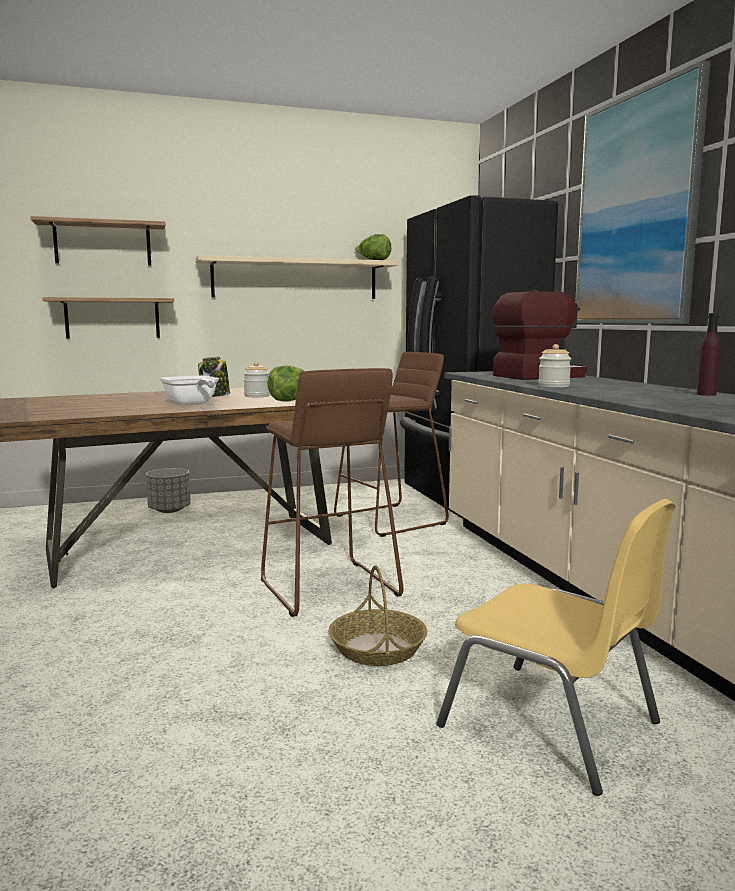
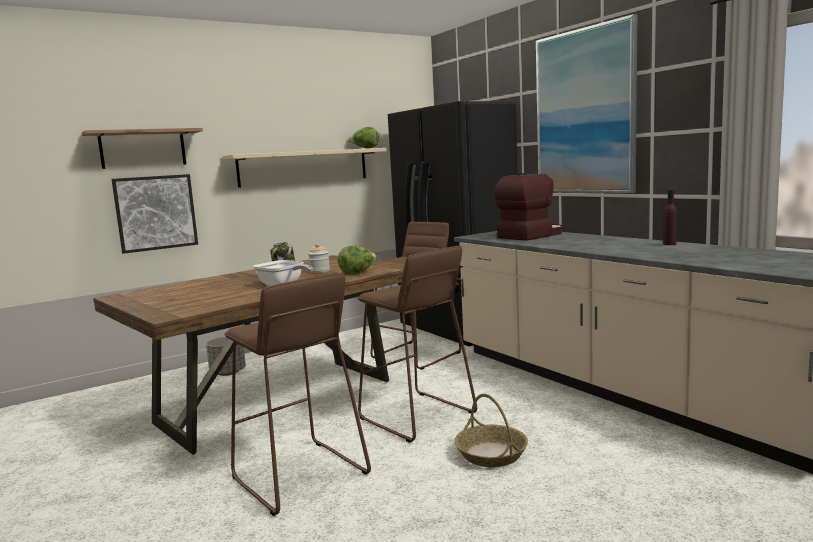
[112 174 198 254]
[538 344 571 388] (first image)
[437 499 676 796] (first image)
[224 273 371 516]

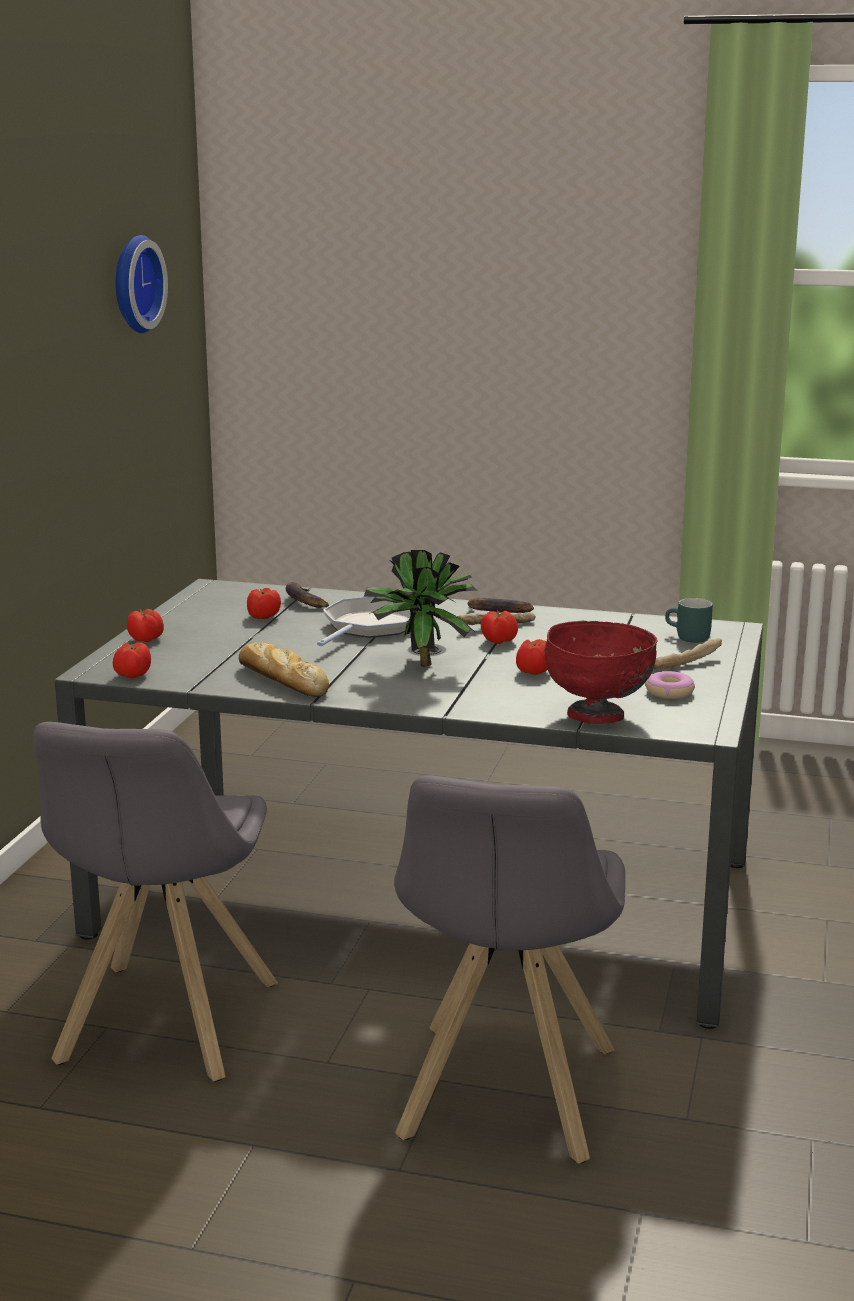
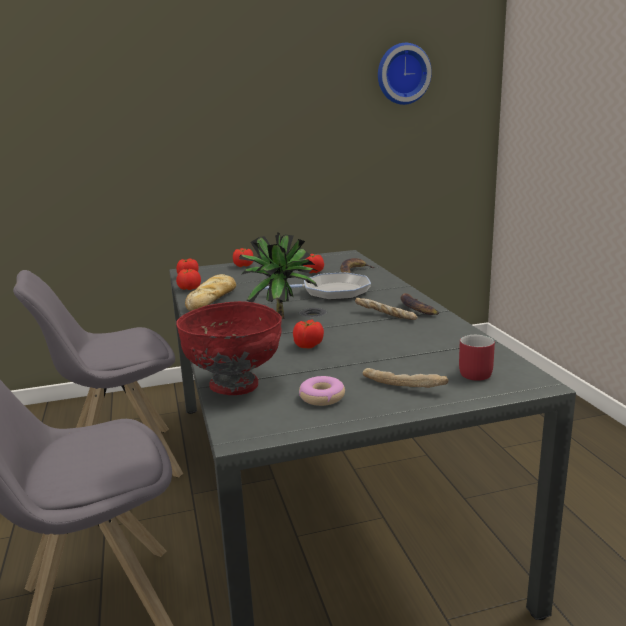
[459 335 495 381]
[176 269 201 290]

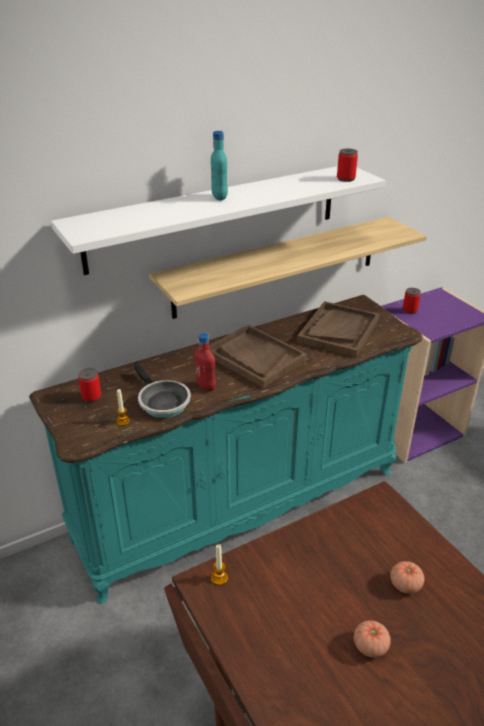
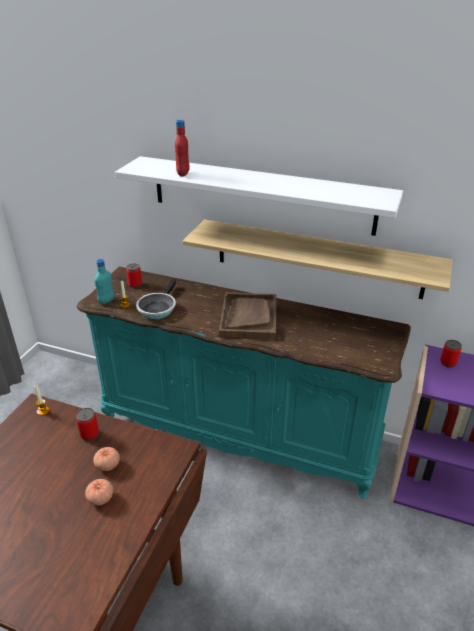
[94 259 114 304]
[76 408 99 441]
[297 301 380 357] (first image)
[175 120 189 177]
[93 447 120 471]

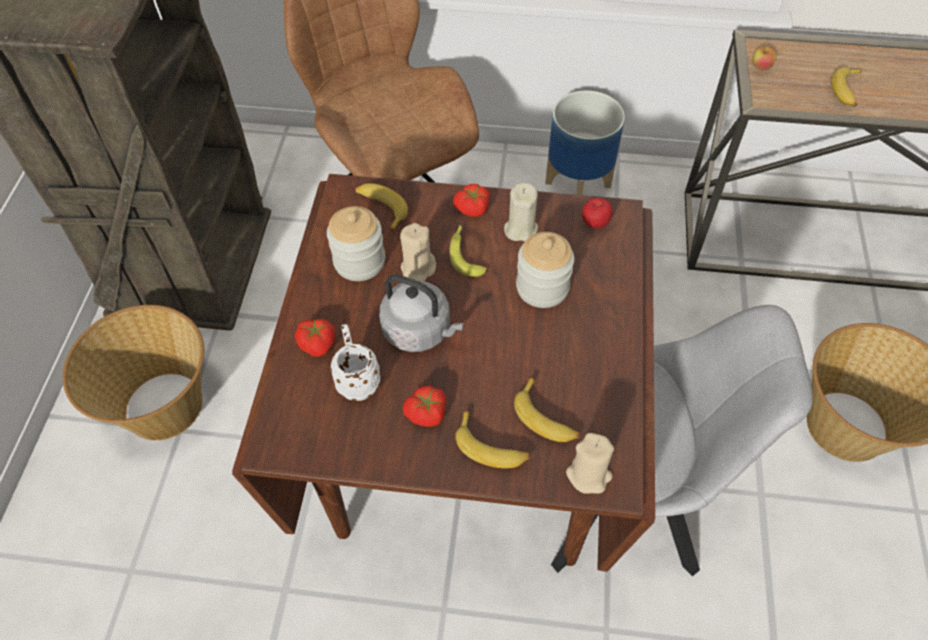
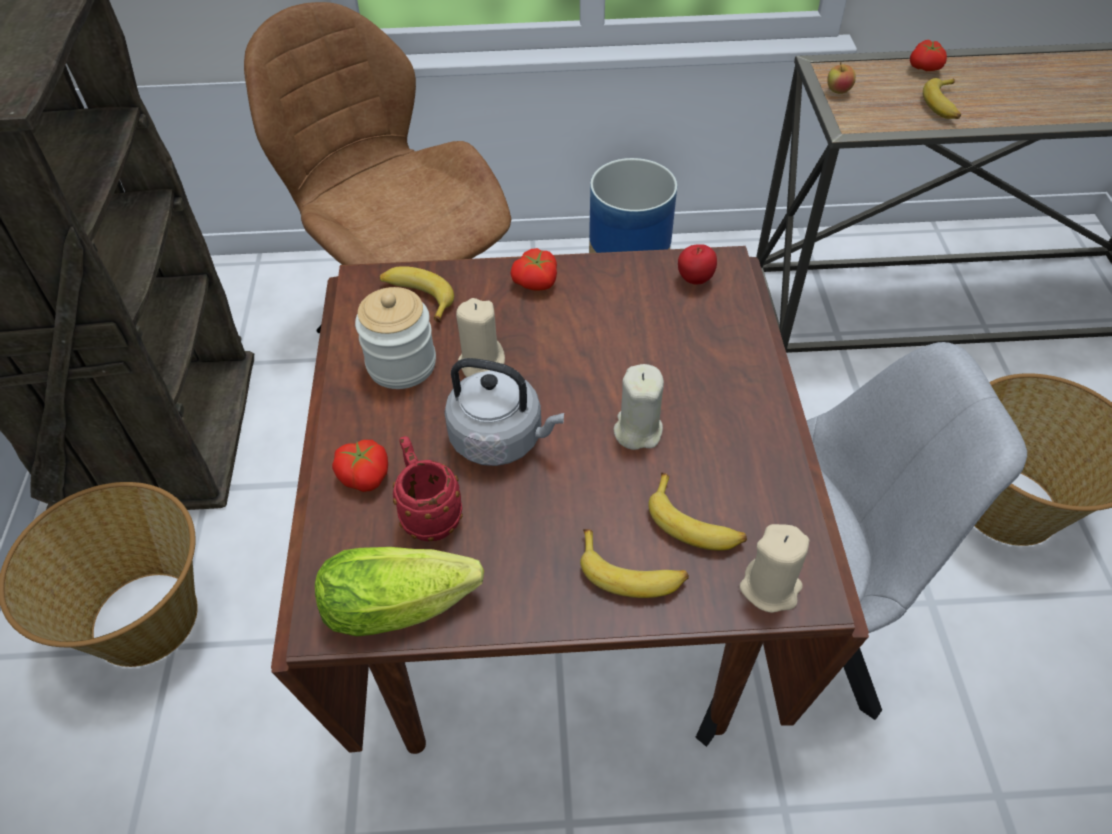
[614 364 664 450]
[450 225 487 277] (first image)
[516 232 574 308] (first image)
[393 436 463 541]
[910 40 947 71]
[315 547 484 636]

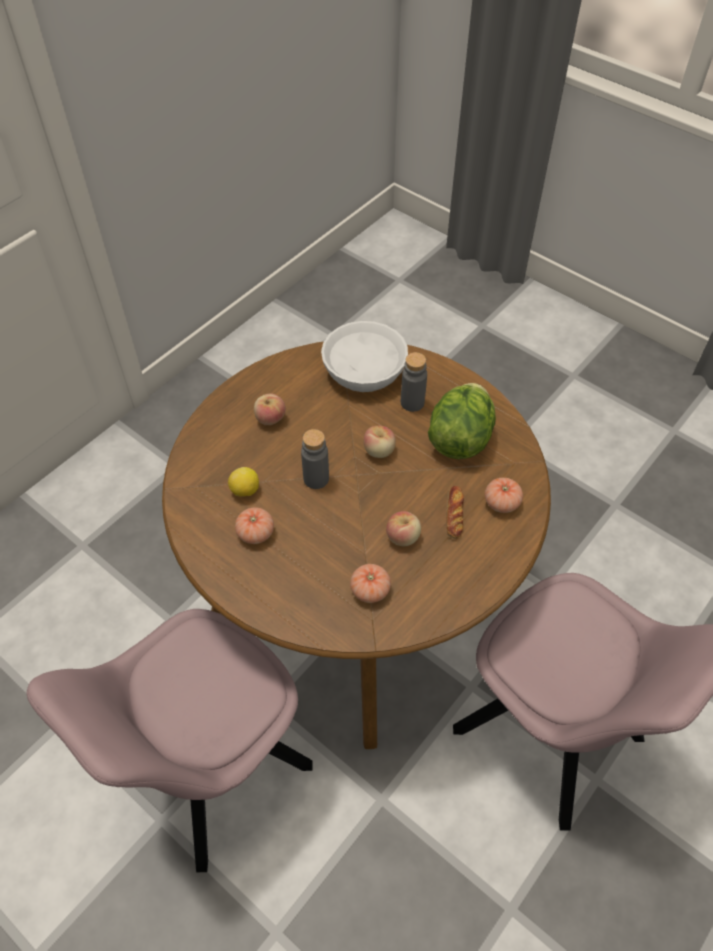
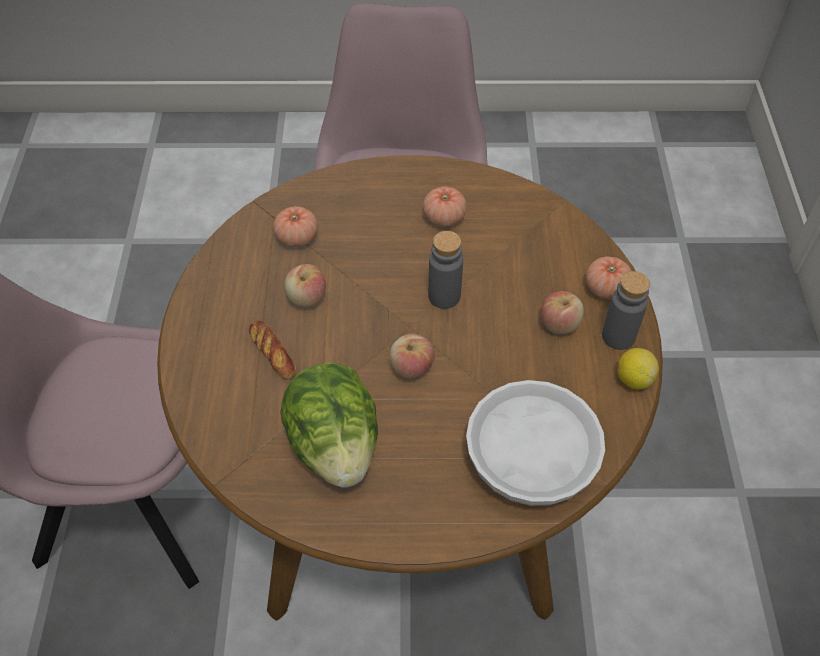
[602 271 650 350]
[618 348 659 390]
[586 257 631 299]

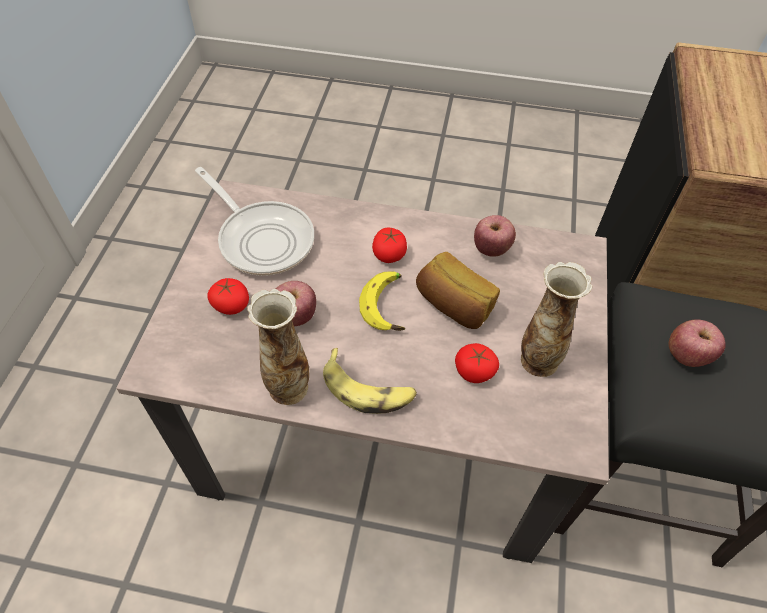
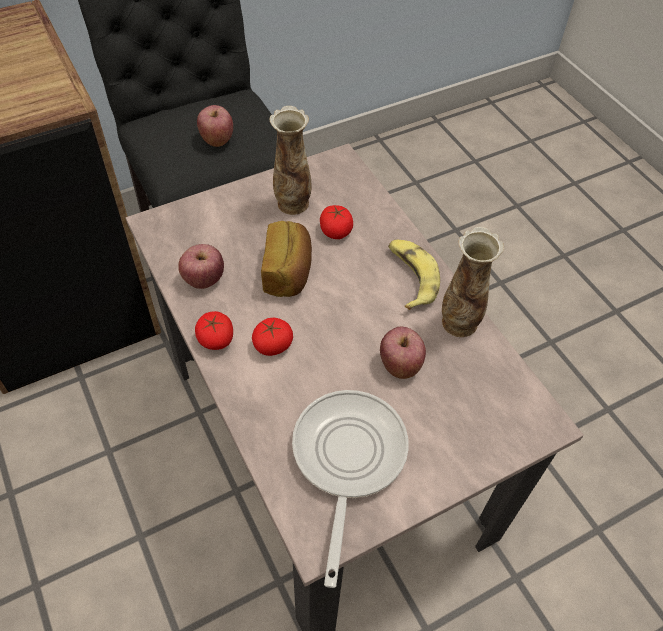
[359 271 405 331] (first image)
[195 311 233 350]

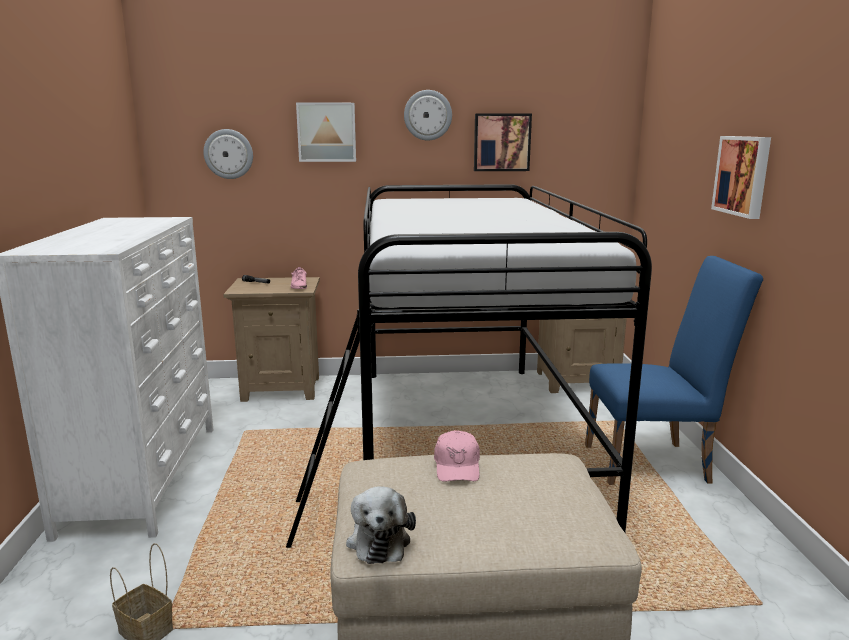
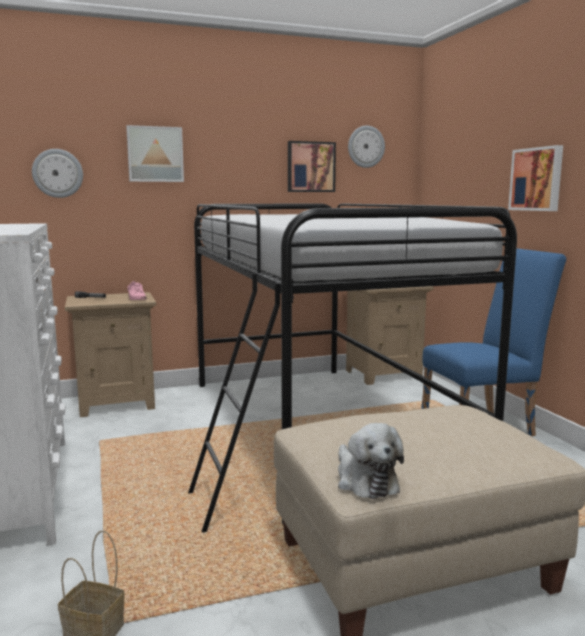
[348 125 385 168]
[434 430 480 482] (first image)

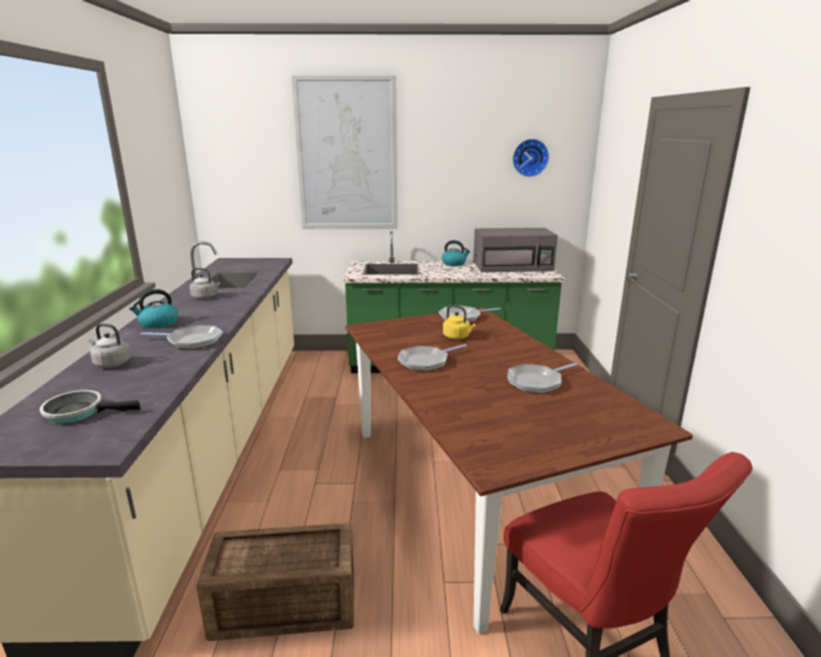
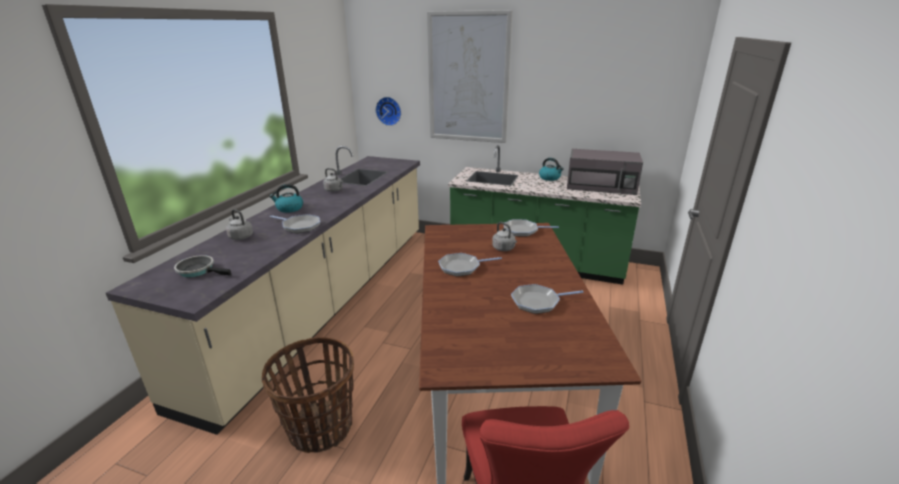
[376 97 401 126]
[492 222 517 251]
[262 337 354 453]

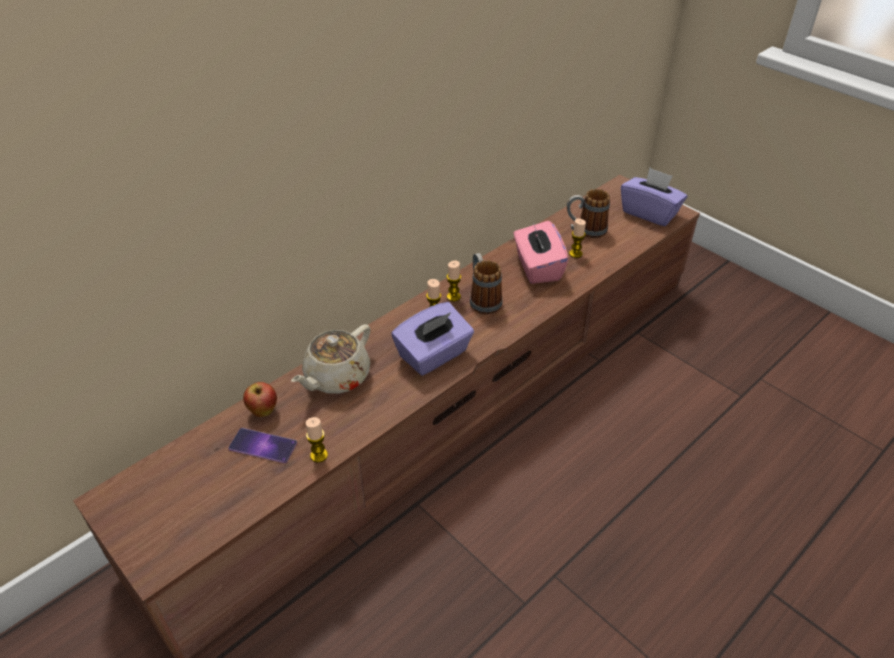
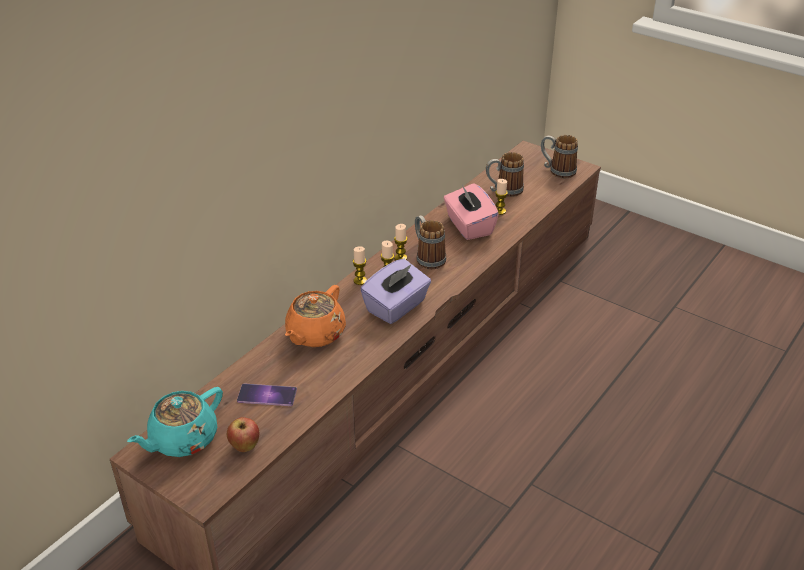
[541 135 578 178]
[285 285 346 347]
[227 417 259 452]
[353 246 367 285]
[127 387 223 457]

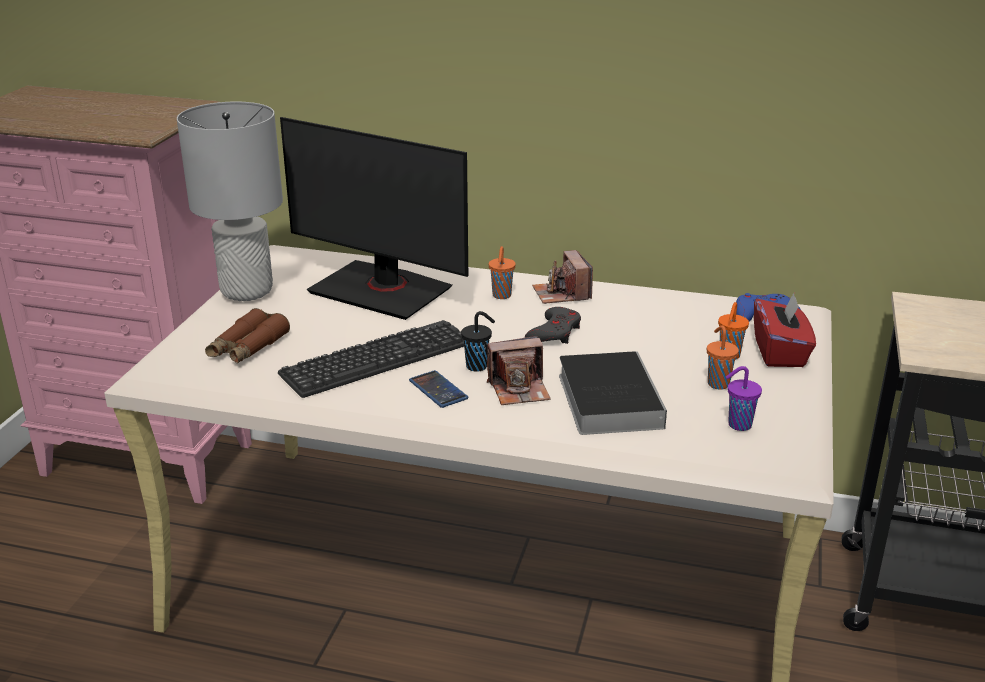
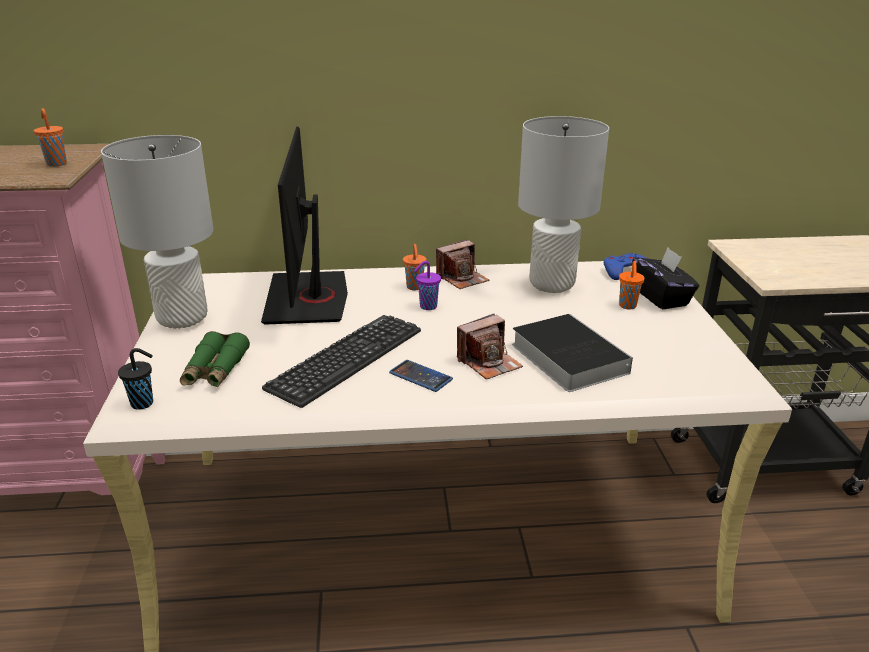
[261 127 348 325]
[436 240 489 289]
[632 247 699 310]
[525 307 581 344] (first image)
[180 331 250 387]
[118 348 153 409]
[34 108 67 167]
[414 261 441 310]
[518 116 609 293]

